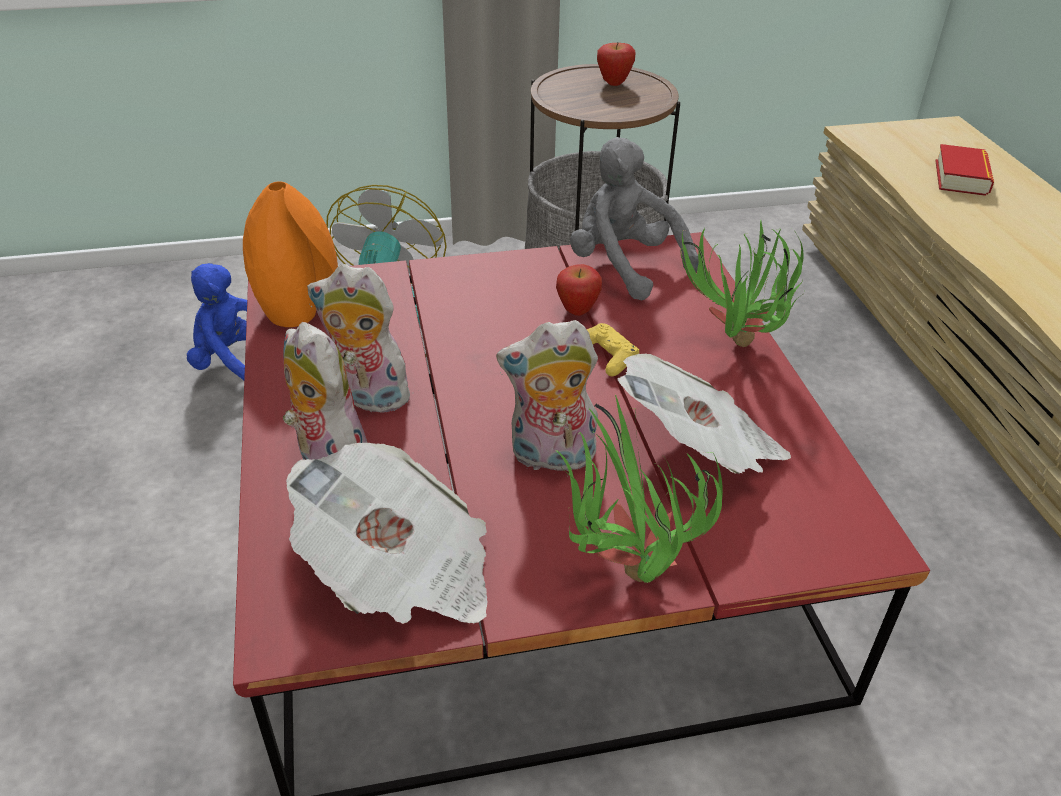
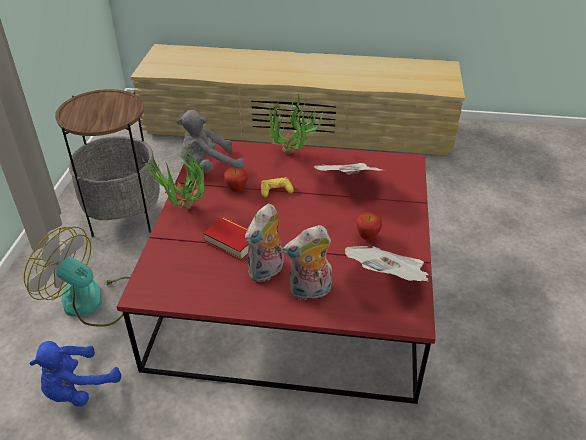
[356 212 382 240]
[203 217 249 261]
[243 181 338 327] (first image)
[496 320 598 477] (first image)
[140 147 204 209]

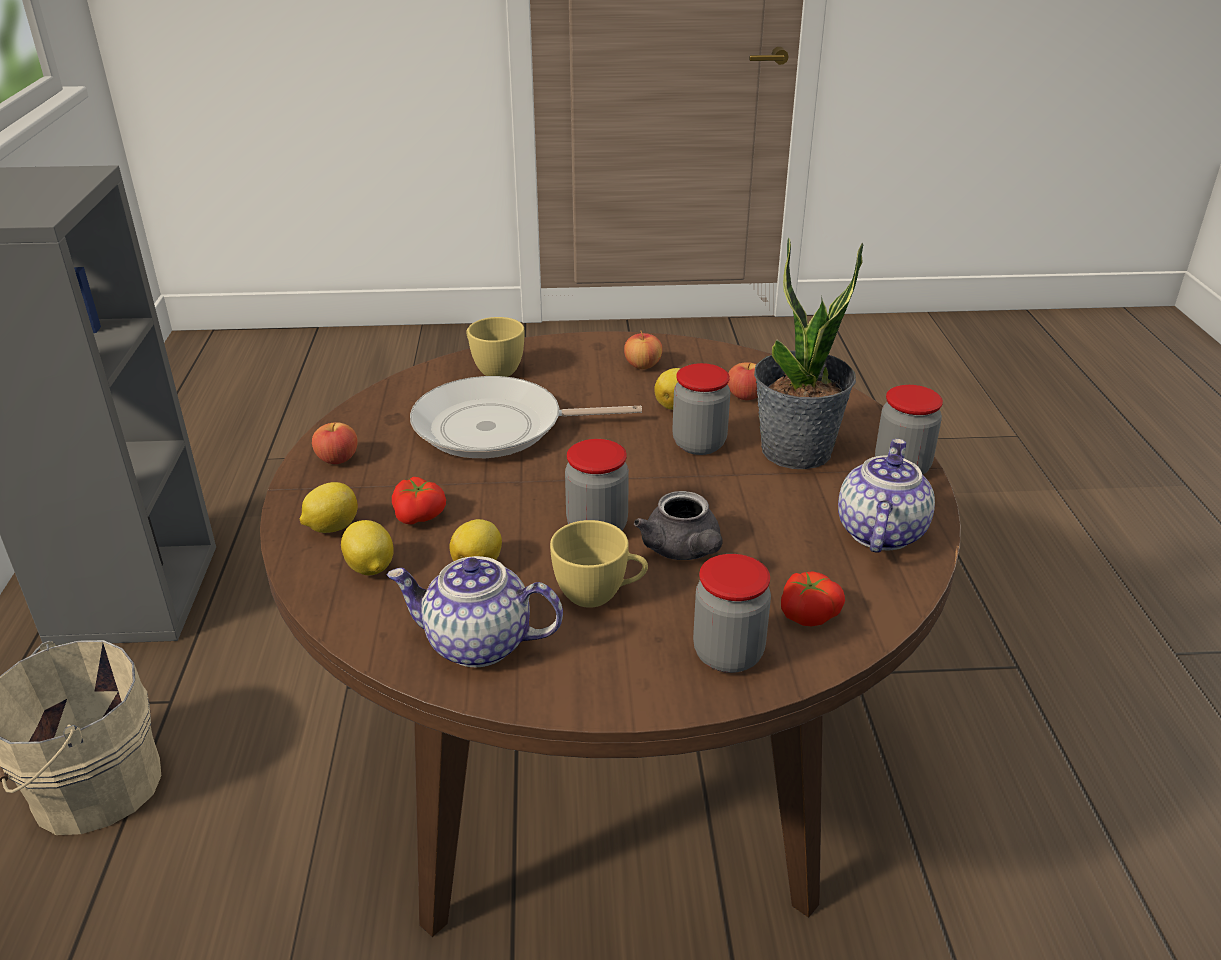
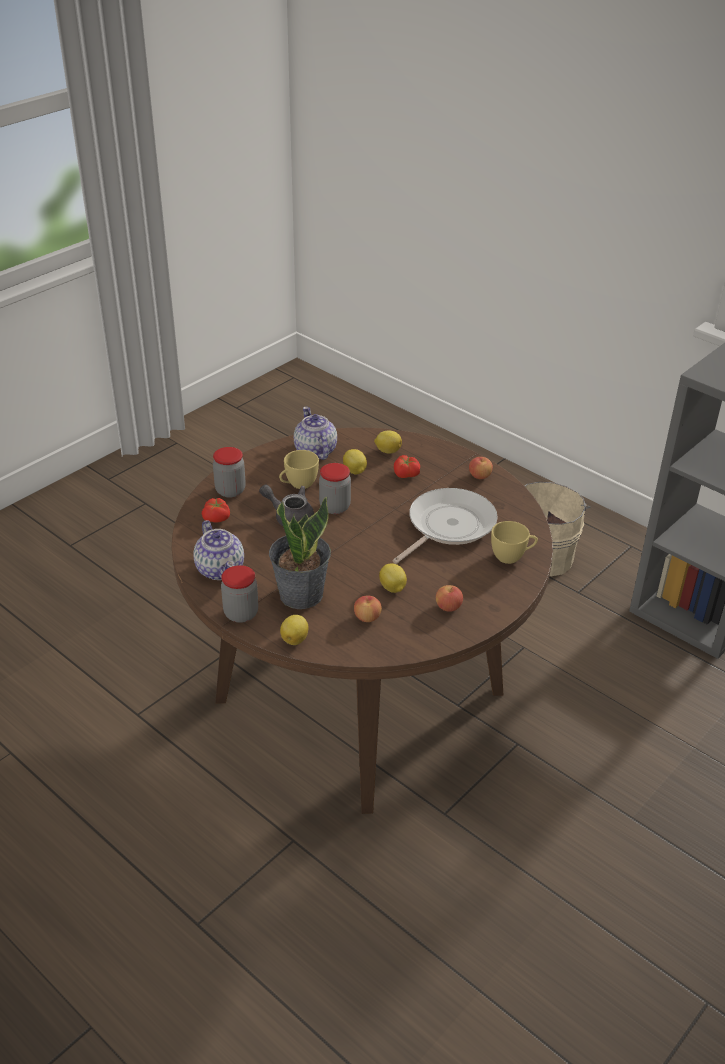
[672 363 731 455] (first image)
[280 615 309 645]
[294 407 337 460]

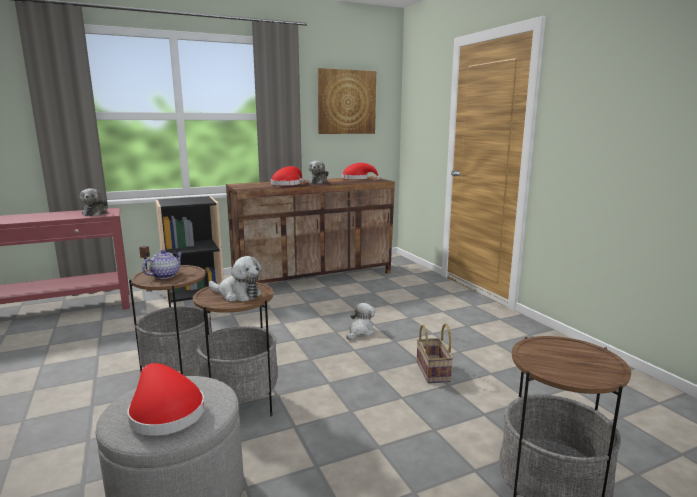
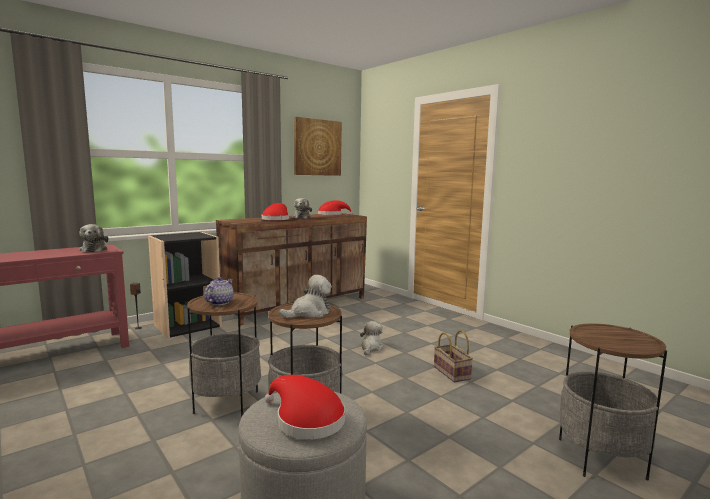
[279 275 332 318]

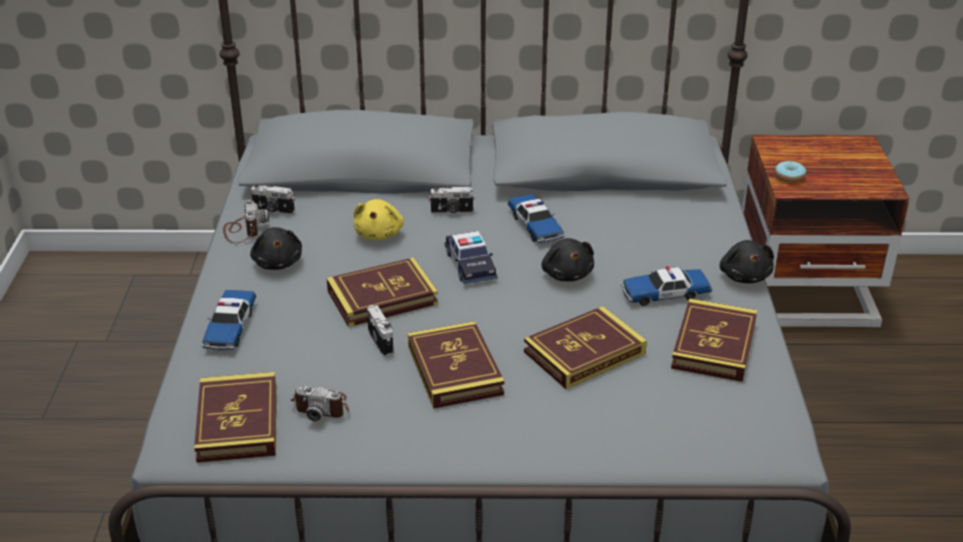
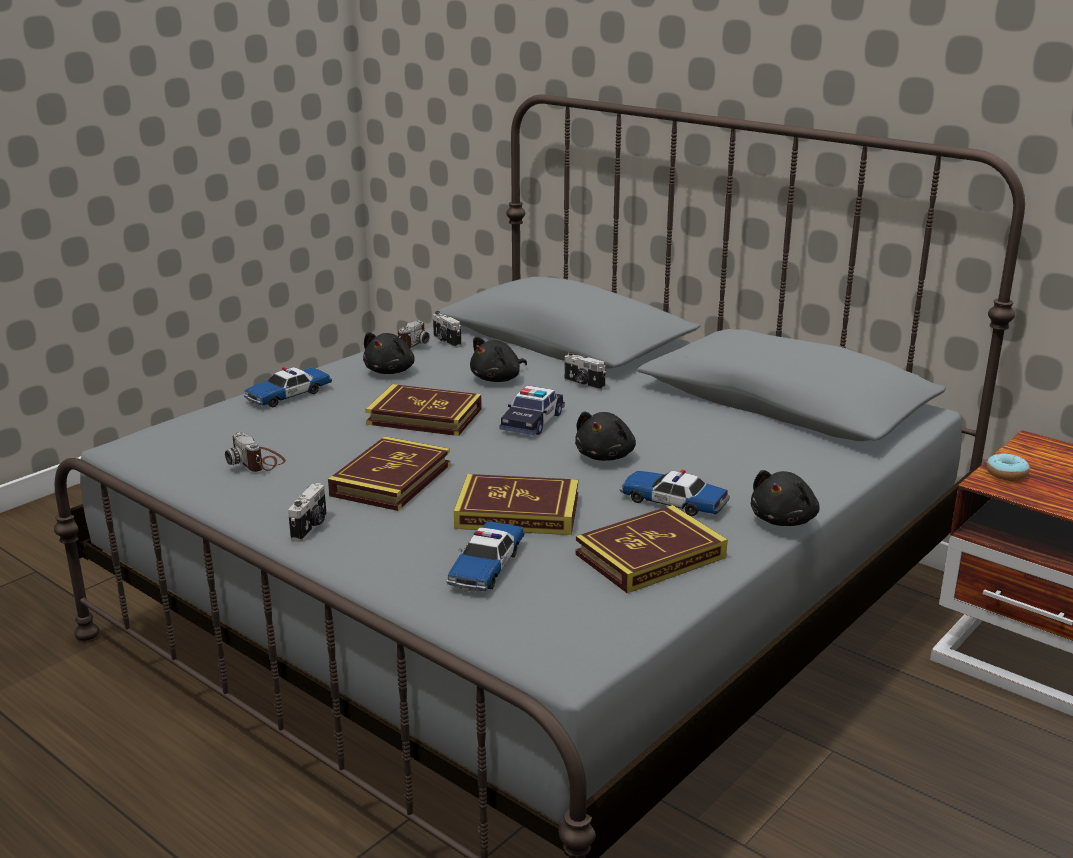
[446 521 525 591]
[470 337 527 382]
[288 483 327 542]
[194 372 276 463] (first image)

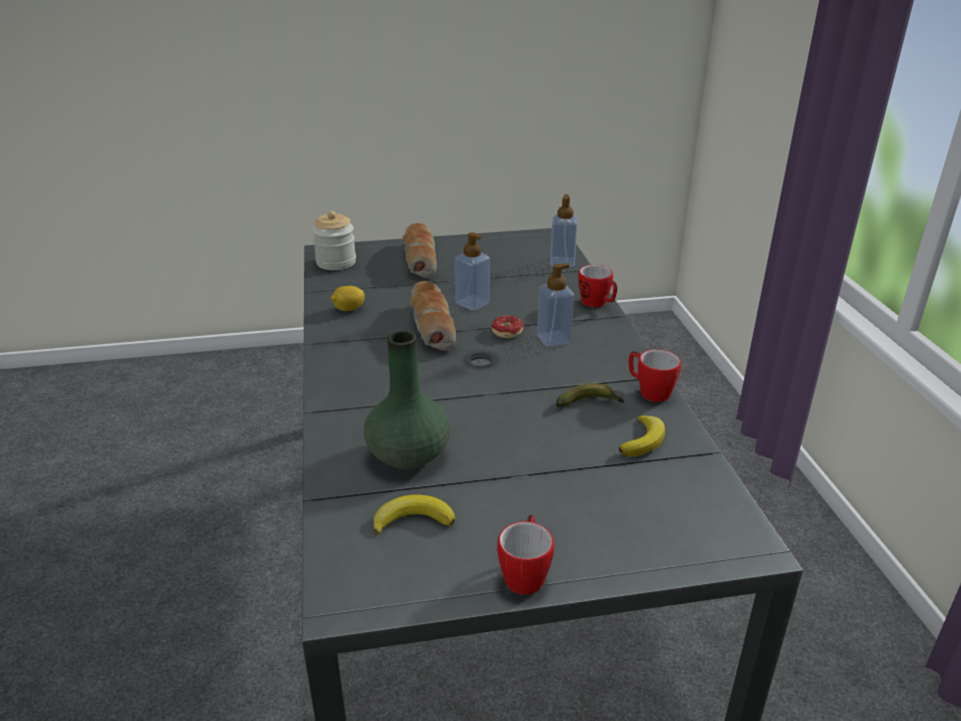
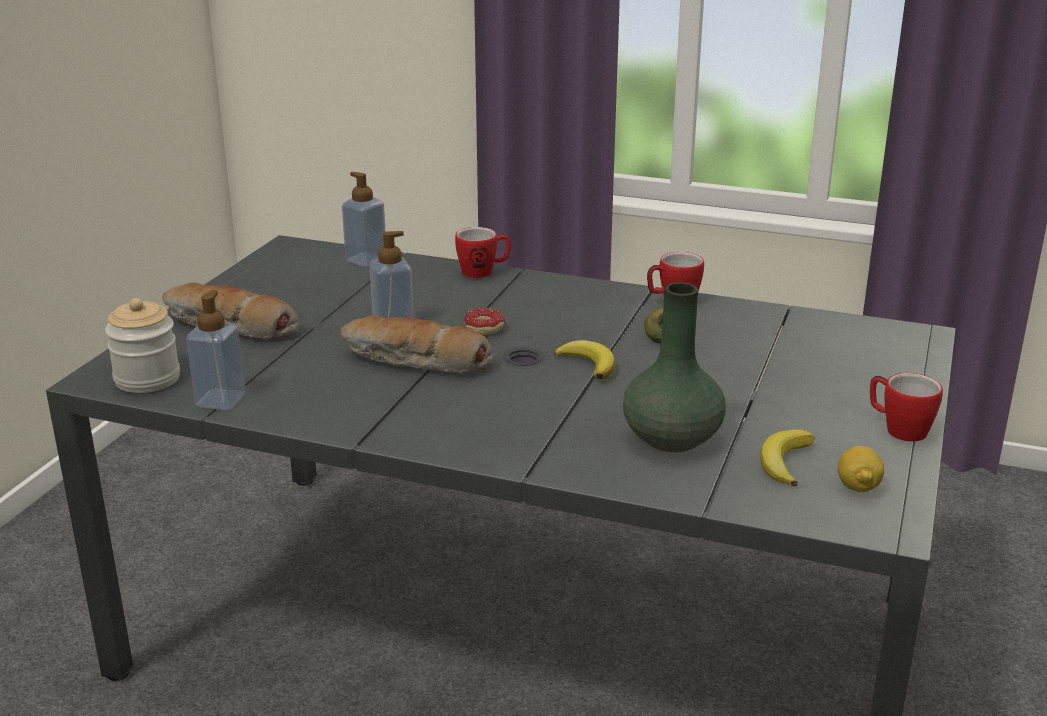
[186 290 245 410]
[838 446 884 492]
[554 340 615 380]

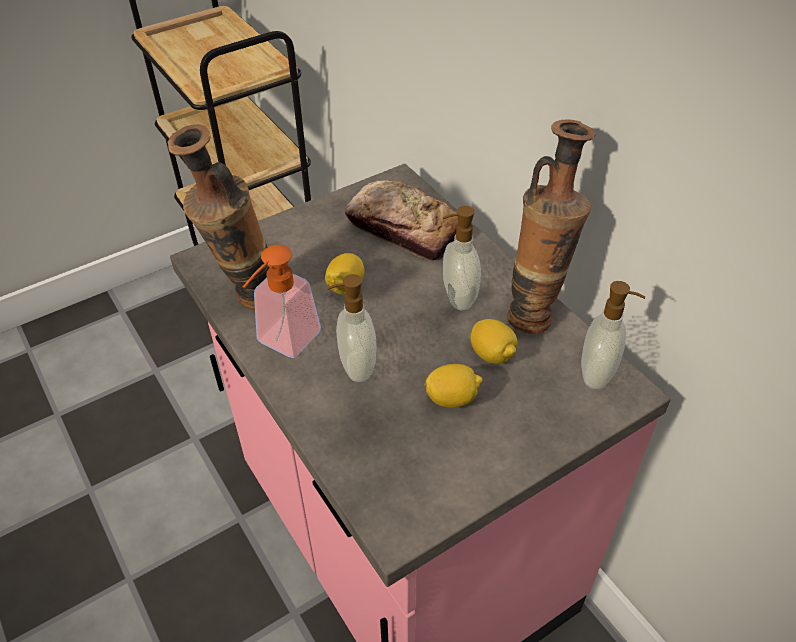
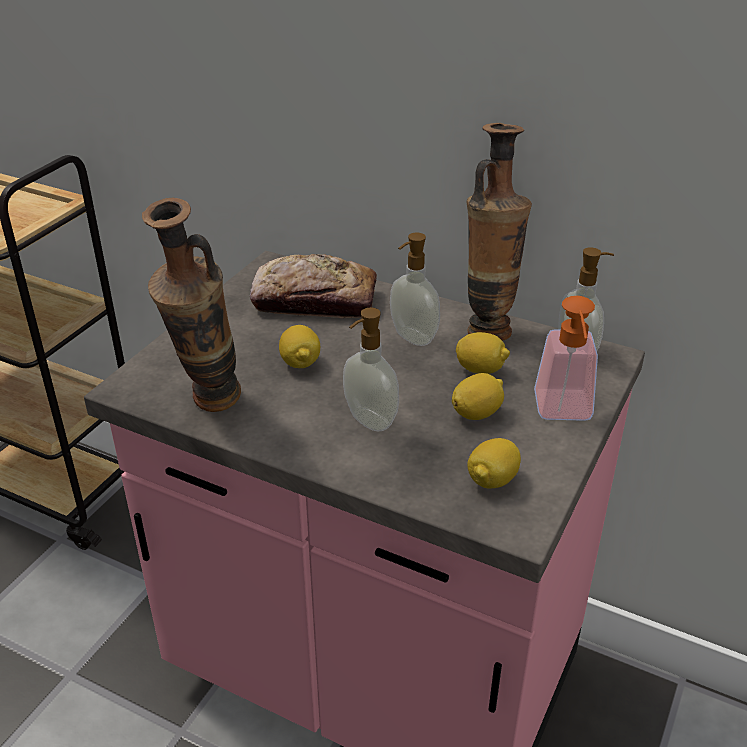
[534 296 598 421]
[467 438 521 489]

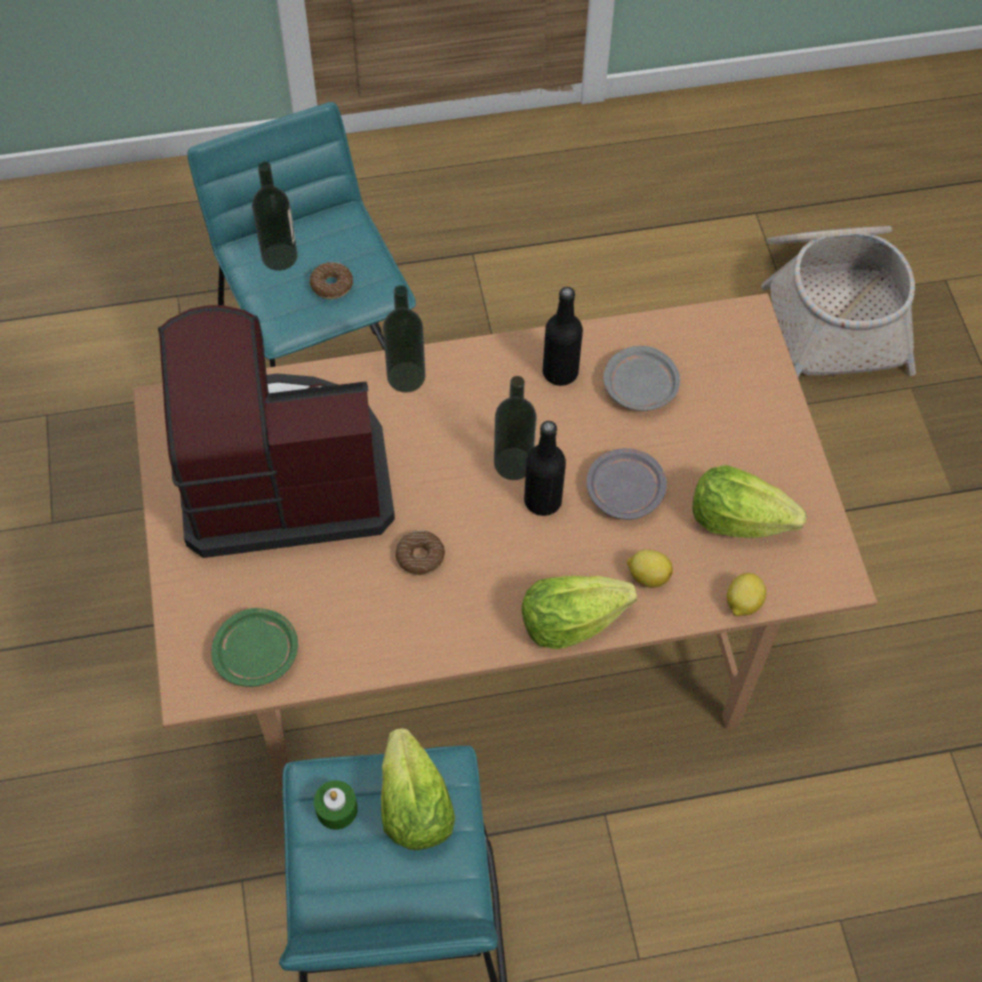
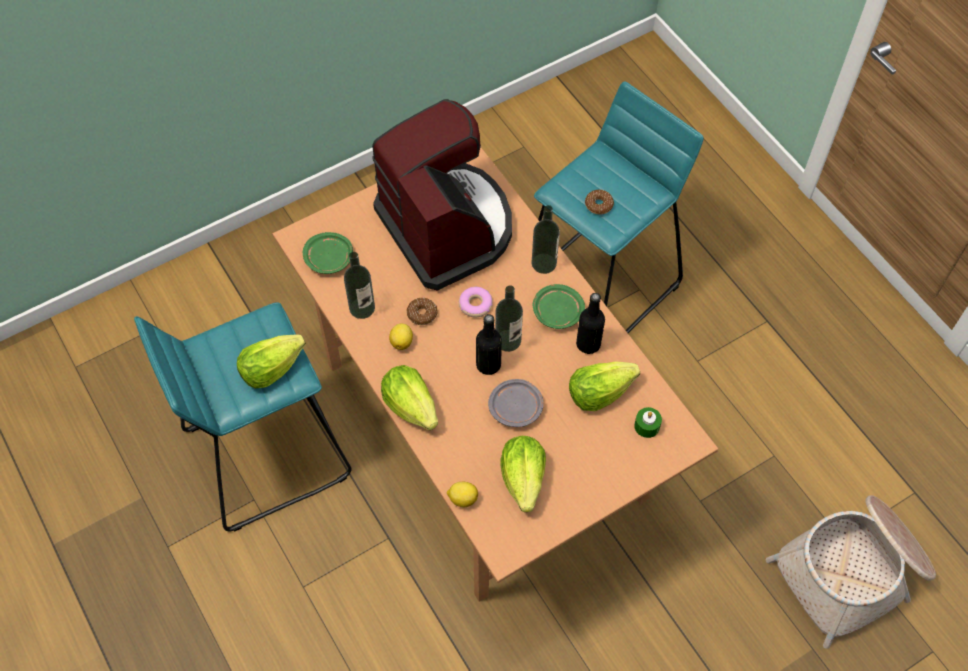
[344 252 375 319]
[569 362 640 411]
[389 323 413 350]
[634 407 662 438]
[533 284 585 329]
[459 287 493 317]

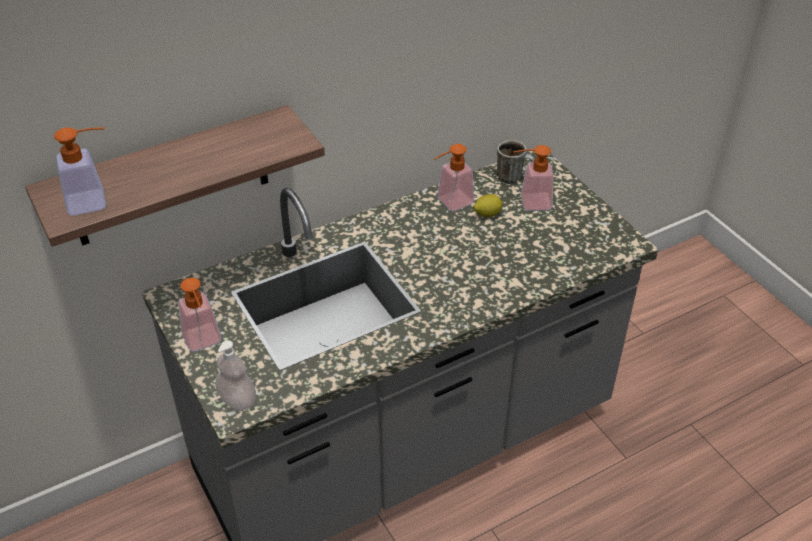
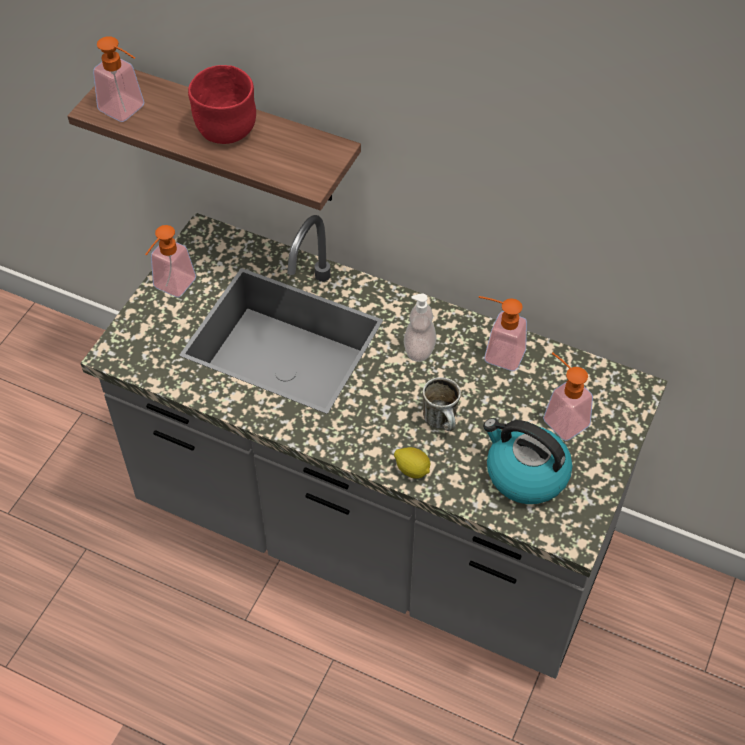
[423 377 461 431]
[394 447 431 479]
[404 293 436 362]
[188 65 256 144]
[483 418 573 504]

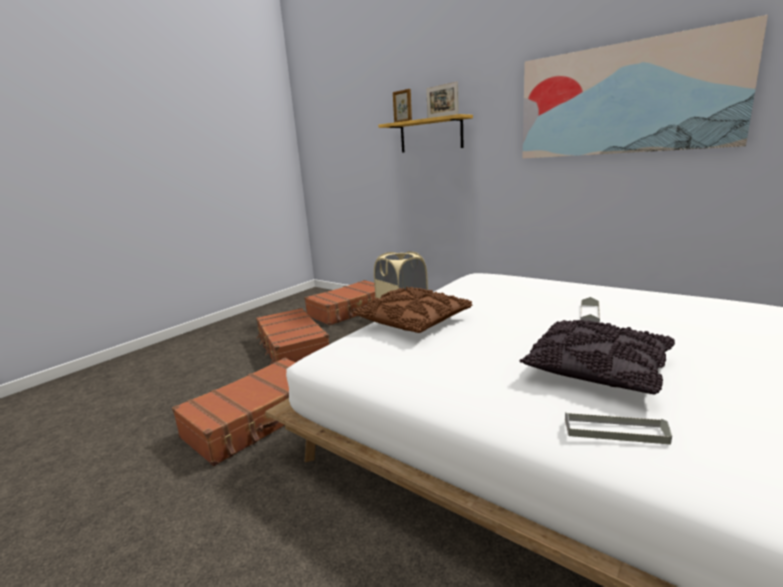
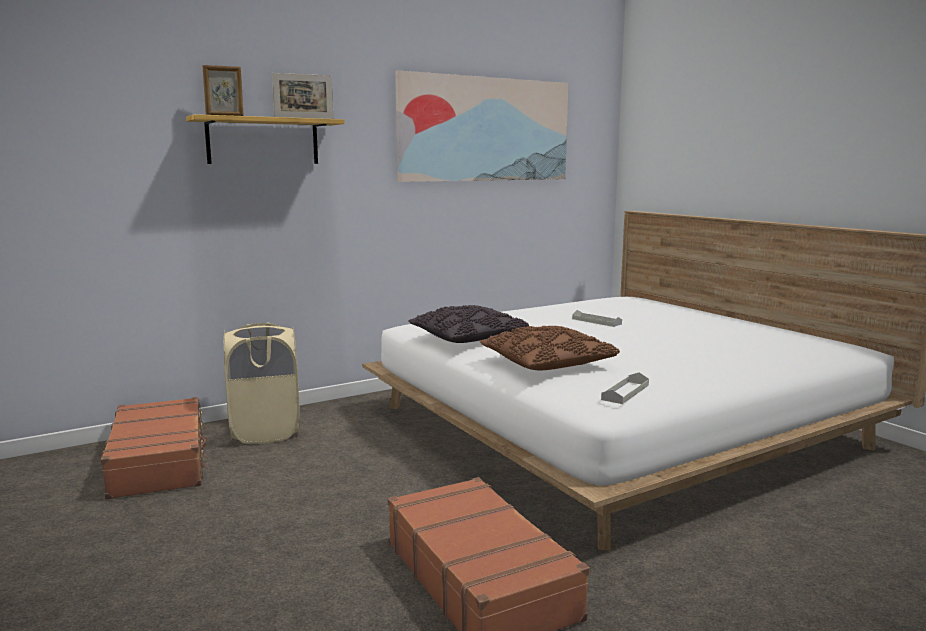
[256 308 329 364] (first image)
[408 305 529 343]
[601 372 649 404]

